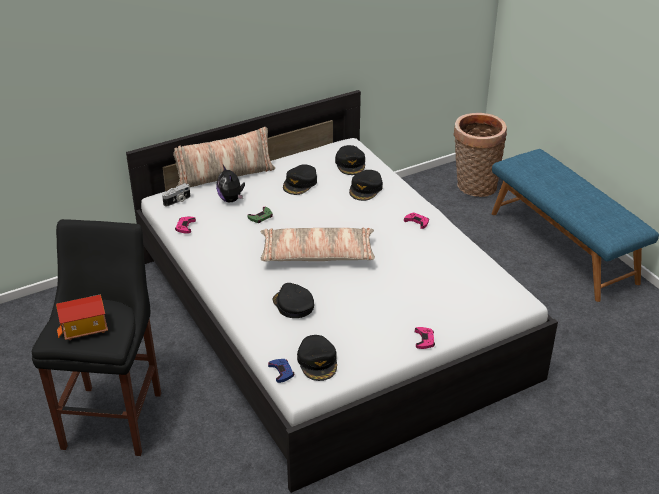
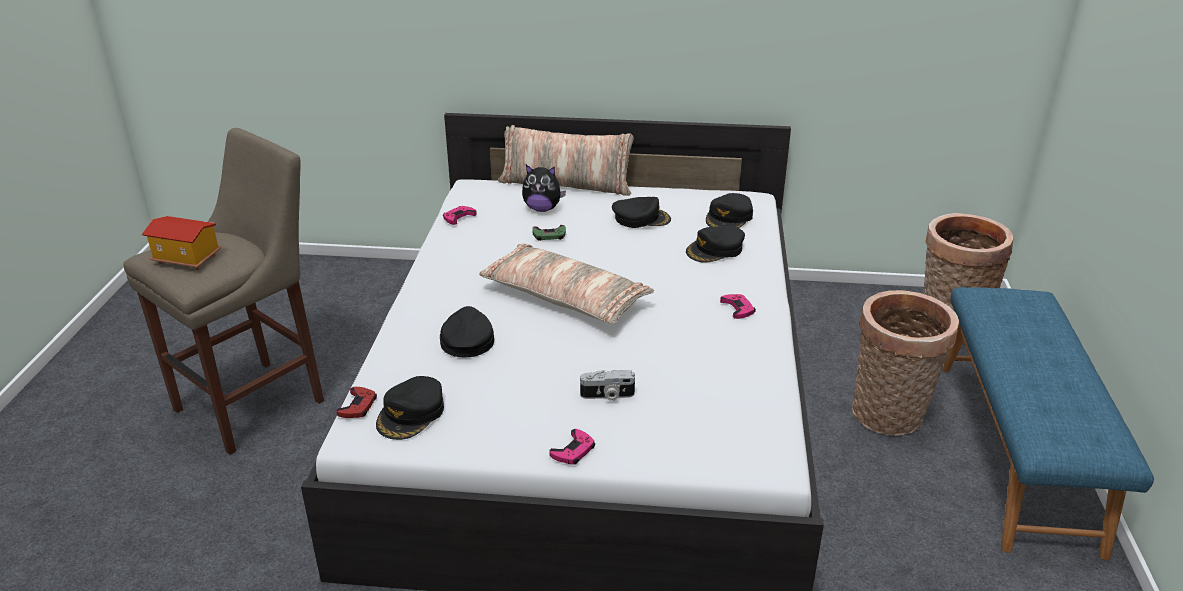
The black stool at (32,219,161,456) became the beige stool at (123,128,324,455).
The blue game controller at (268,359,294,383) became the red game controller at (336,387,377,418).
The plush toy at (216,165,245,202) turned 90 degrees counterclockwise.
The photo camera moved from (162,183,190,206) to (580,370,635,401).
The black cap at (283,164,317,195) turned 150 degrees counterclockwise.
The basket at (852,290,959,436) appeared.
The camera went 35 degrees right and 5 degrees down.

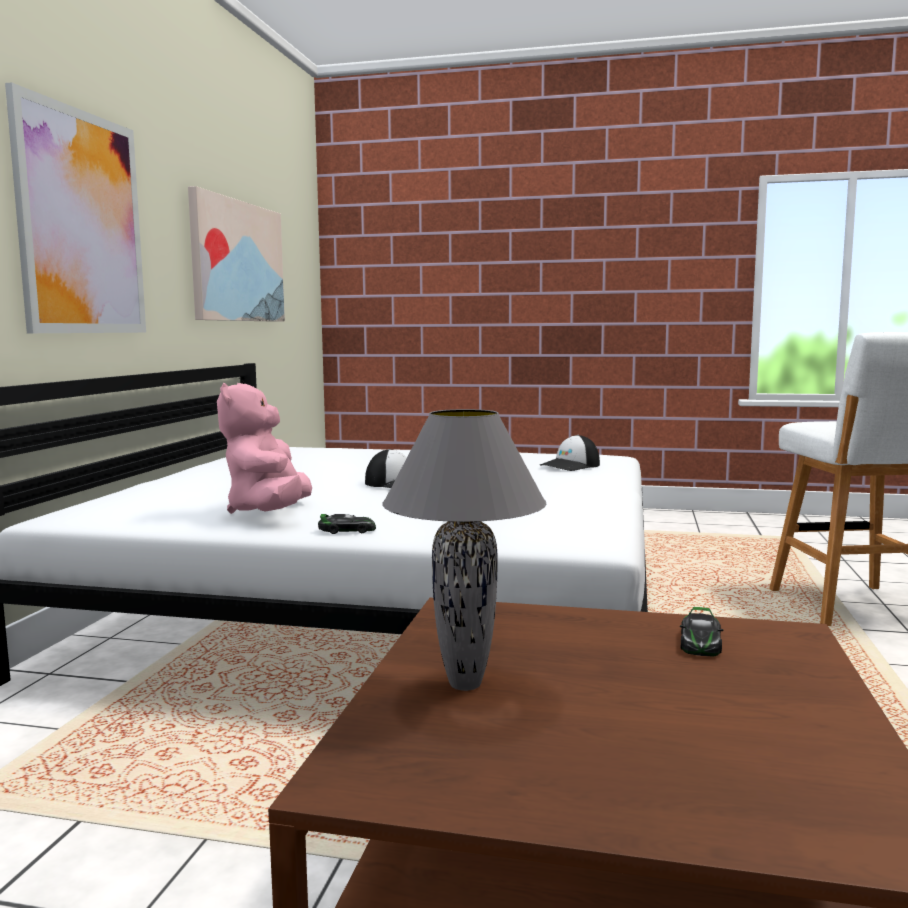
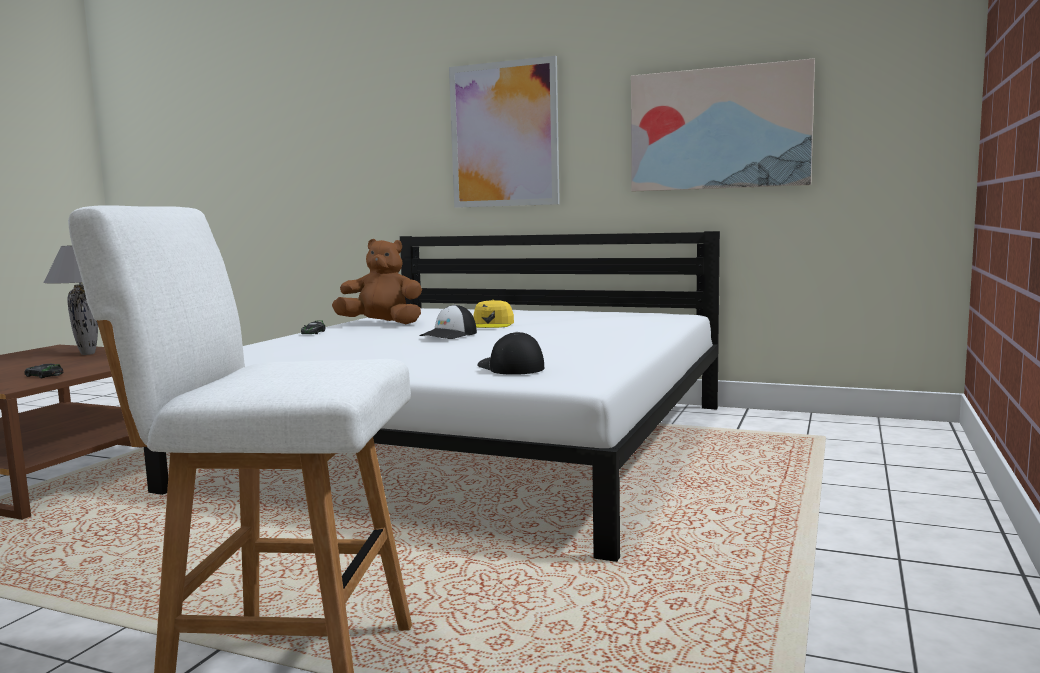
The pink plush toy at (217,383,312,514) became the brown plush toy at (332,239,422,324).
The yellow cap at (473,300,514,328) appeared.
The camera went 100 degrees right and 0 degrees up.

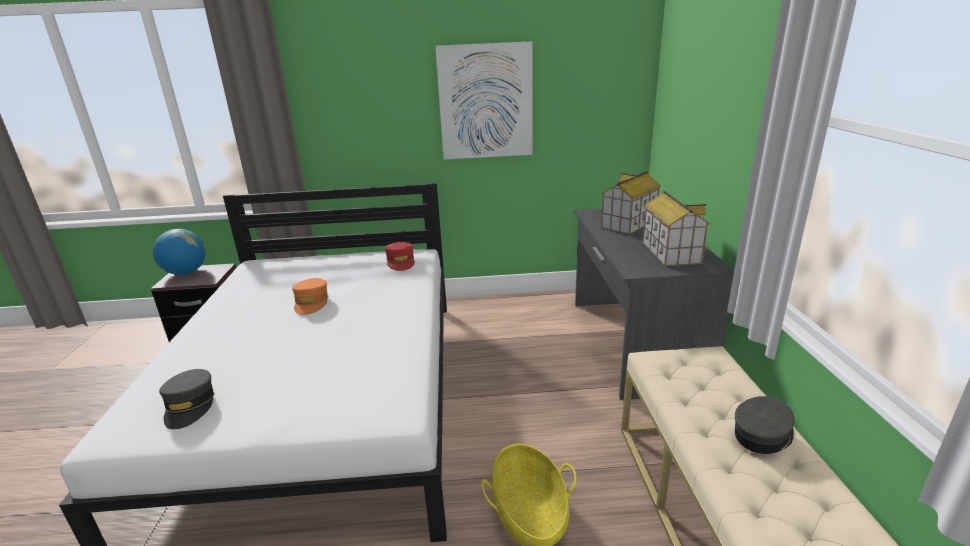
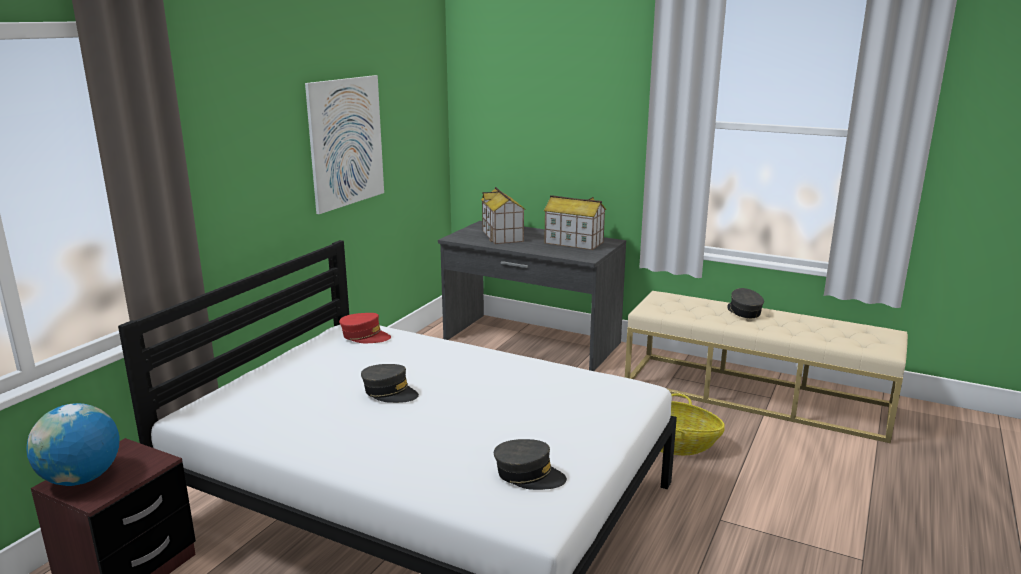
The orange cap at (292,278,328,315) became the grey cap at (361,364,419,403).
The camera went 60 degrees left and 5 degrees down.

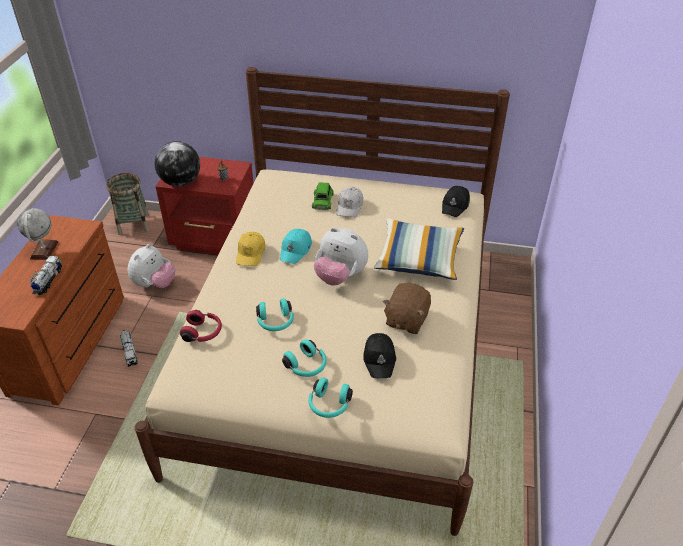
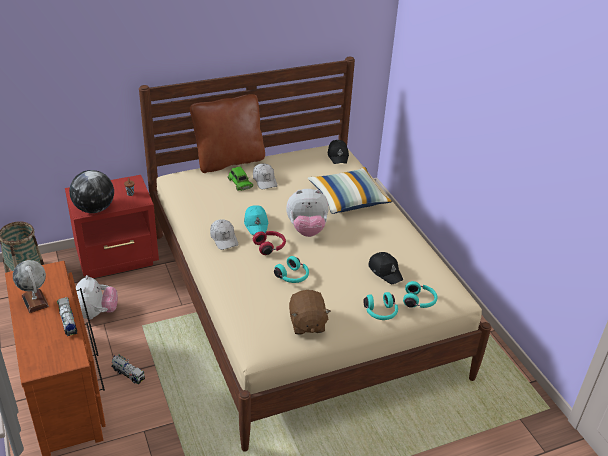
The brown pillow at (190,94,265,173) appeared.
The yellow cap at (236,232,265,266) became the white cap at (210,219,238,250).
The red headphones moved from (180,310,222,342) to (253,231,286,255).
The brown plush toy moved from (383,283,431,334) to (289,290,331,335).
The turquoise headphones moved from (282,339,327,377) to (403,281,437,308).
The camera went 35 degrees left and 5 degrees down.

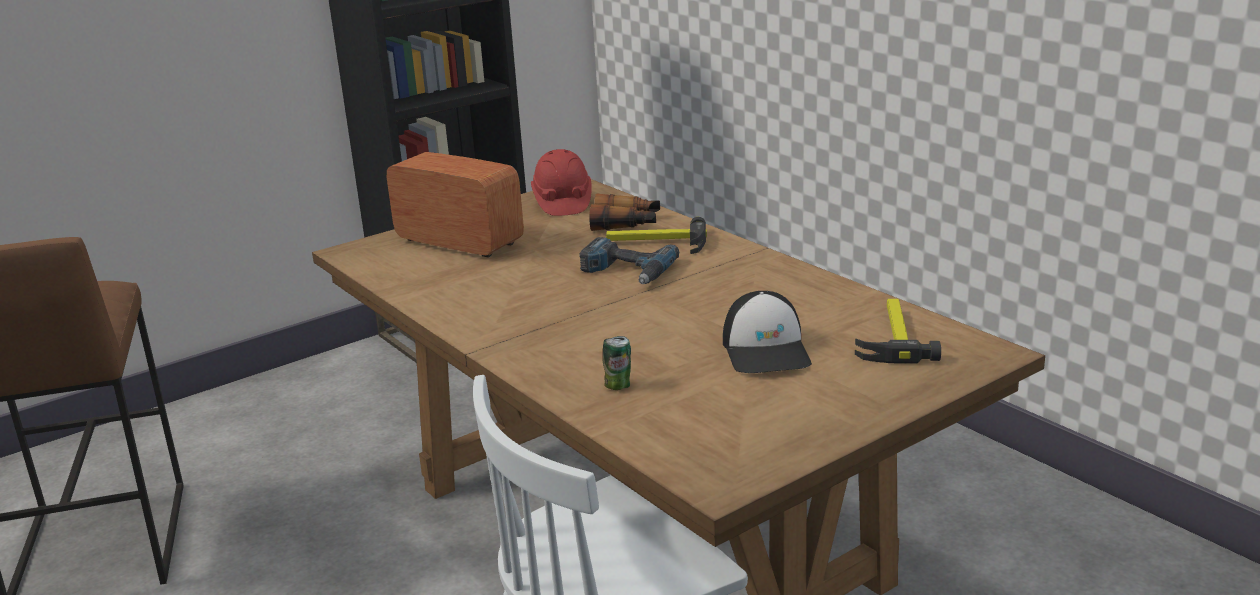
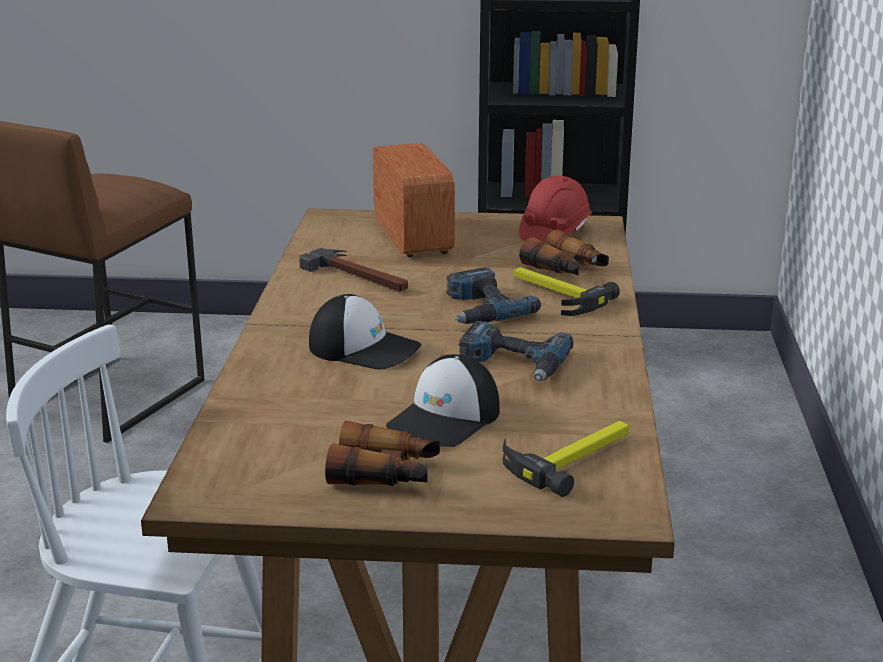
The hammer at (299,248,408,292) appeared.
The cap at (309,294,421,370) appeared.
The binoculars at (325,421,440,486) appeared.
The power drill at (459,321,573,382) appeared.
The can at (602,336,631,390) disappeared.
The camera went 40 degrees right and 0 degrees up.

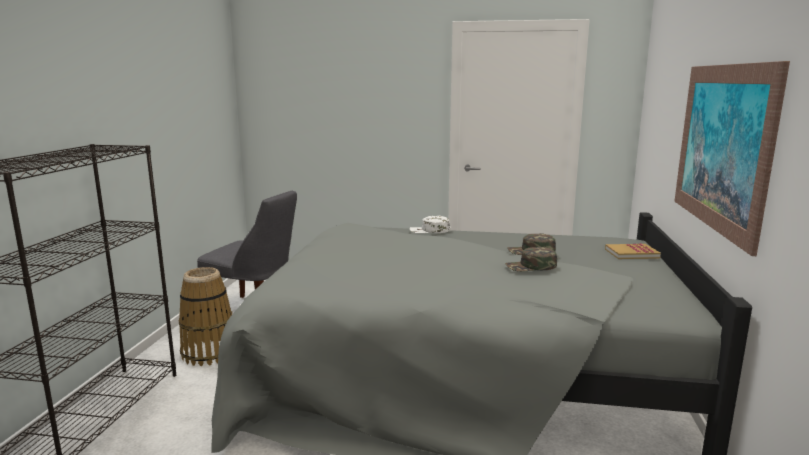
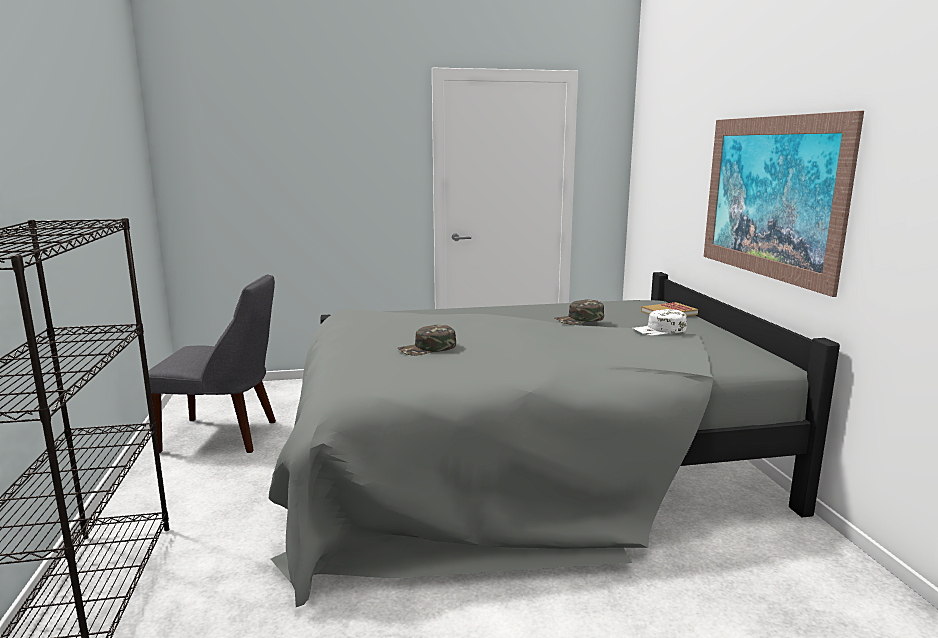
The green cap moved from (505,247,557,272) to (398,325,456,356).
The white cap moved from (410,216,450,233) to (633,309,687,336).
The basket at (179,267,232,366) disappeared.
The camera went 20 degrees left and 0 degrees up.

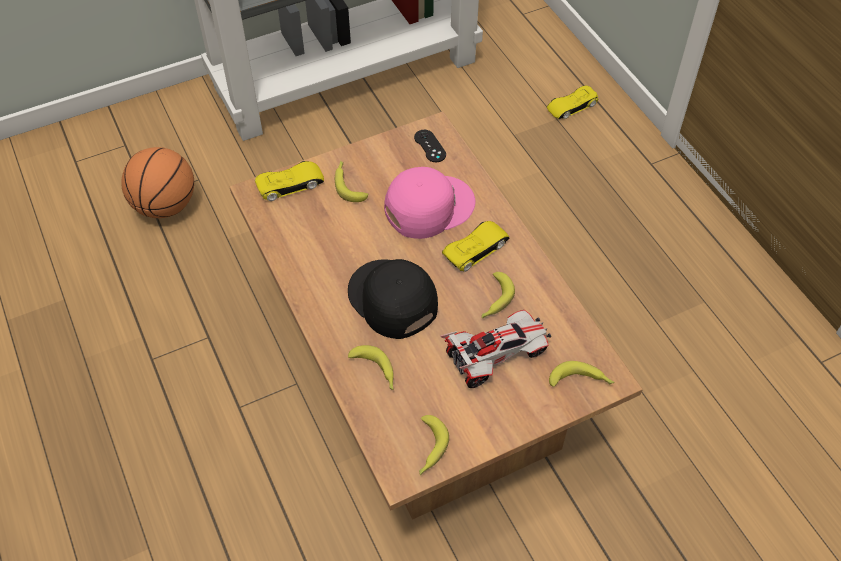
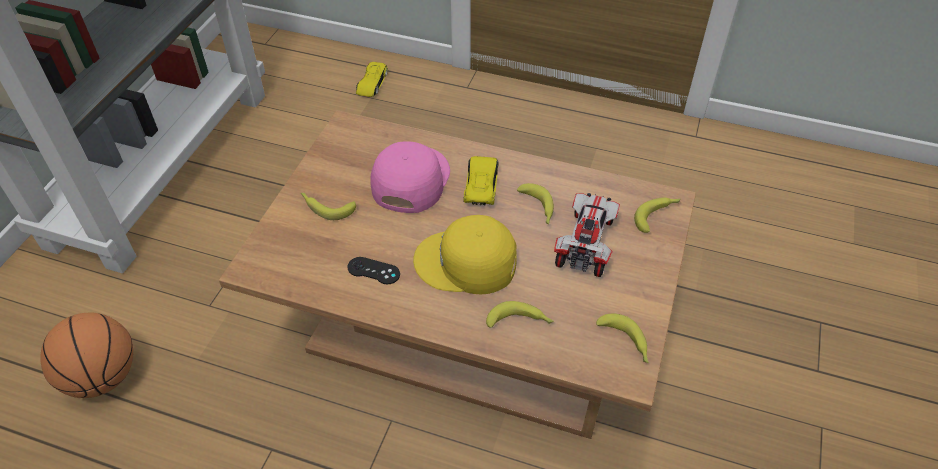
The black game controller moved from (414,130,446,162) to (347,257,400,284).
The black cap at (348,259,438,339) became the yellow cap at (413,215,517,294).
The yellow toy car at (255,161,324,201) disappeared.
The camera went 45 degrees left and 5 degrees down.

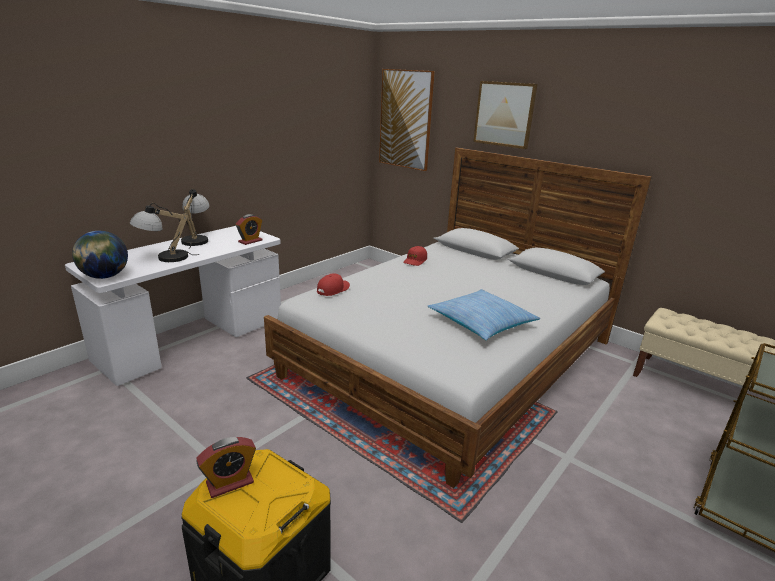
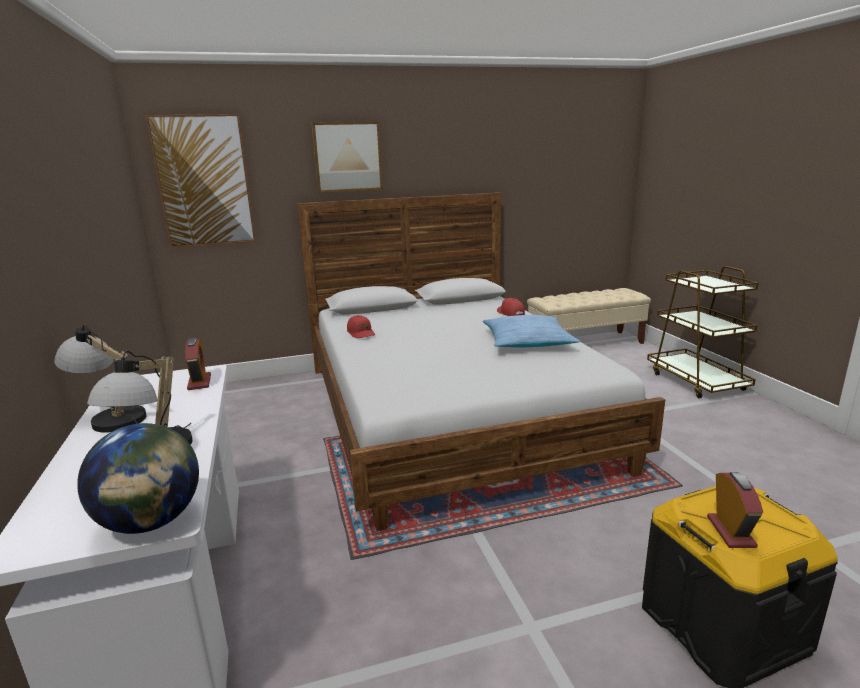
The red cap moved from (317,273,350,296) to (497,298,525,316).
The camera went 55 degrees left and 5 degrees down.

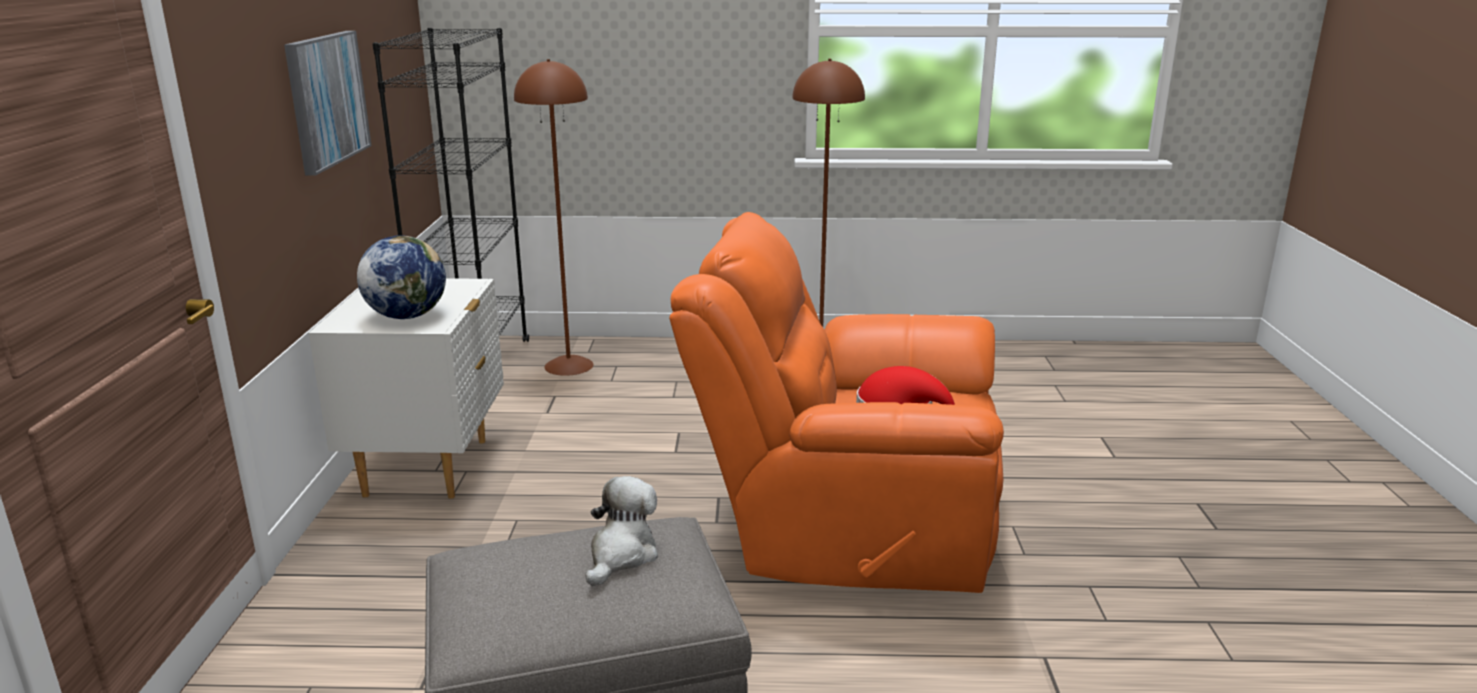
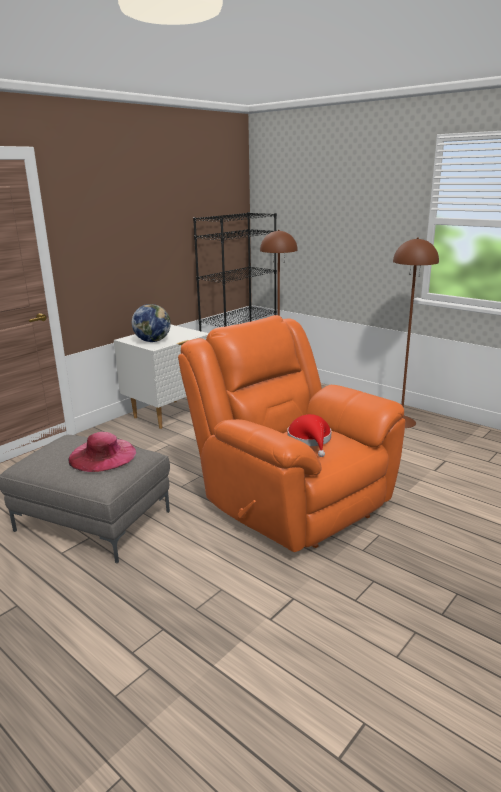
The plush toy at (586,476,658,586) was replaced by the pink hat at (68,432,136,472).
The picture at (284,31,372,176) disappeared.
The camera went 40 degrees right and 0 degrees up.

